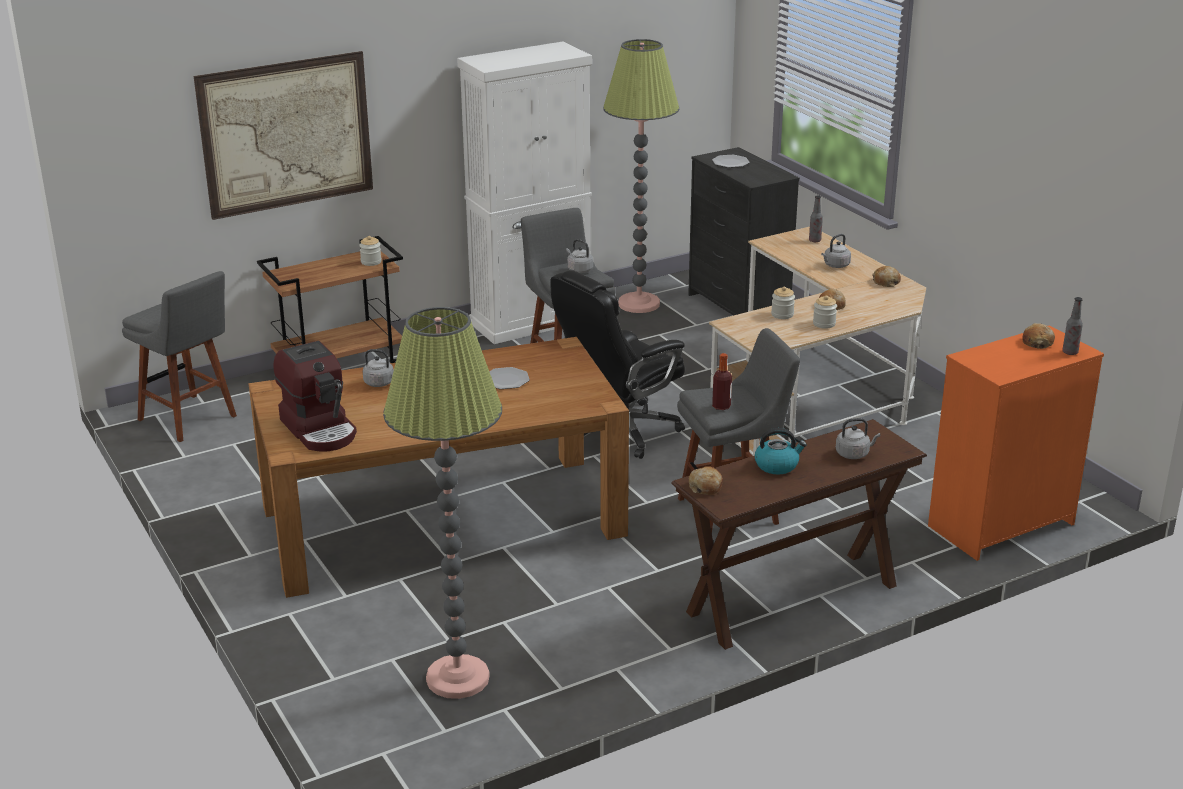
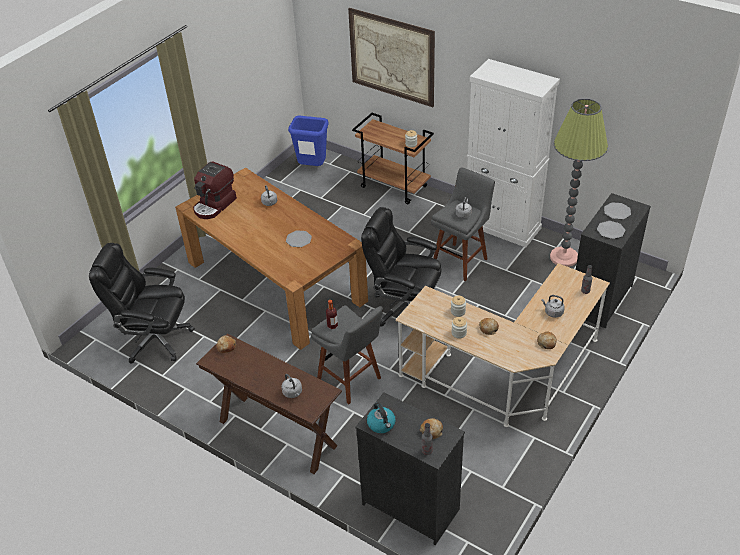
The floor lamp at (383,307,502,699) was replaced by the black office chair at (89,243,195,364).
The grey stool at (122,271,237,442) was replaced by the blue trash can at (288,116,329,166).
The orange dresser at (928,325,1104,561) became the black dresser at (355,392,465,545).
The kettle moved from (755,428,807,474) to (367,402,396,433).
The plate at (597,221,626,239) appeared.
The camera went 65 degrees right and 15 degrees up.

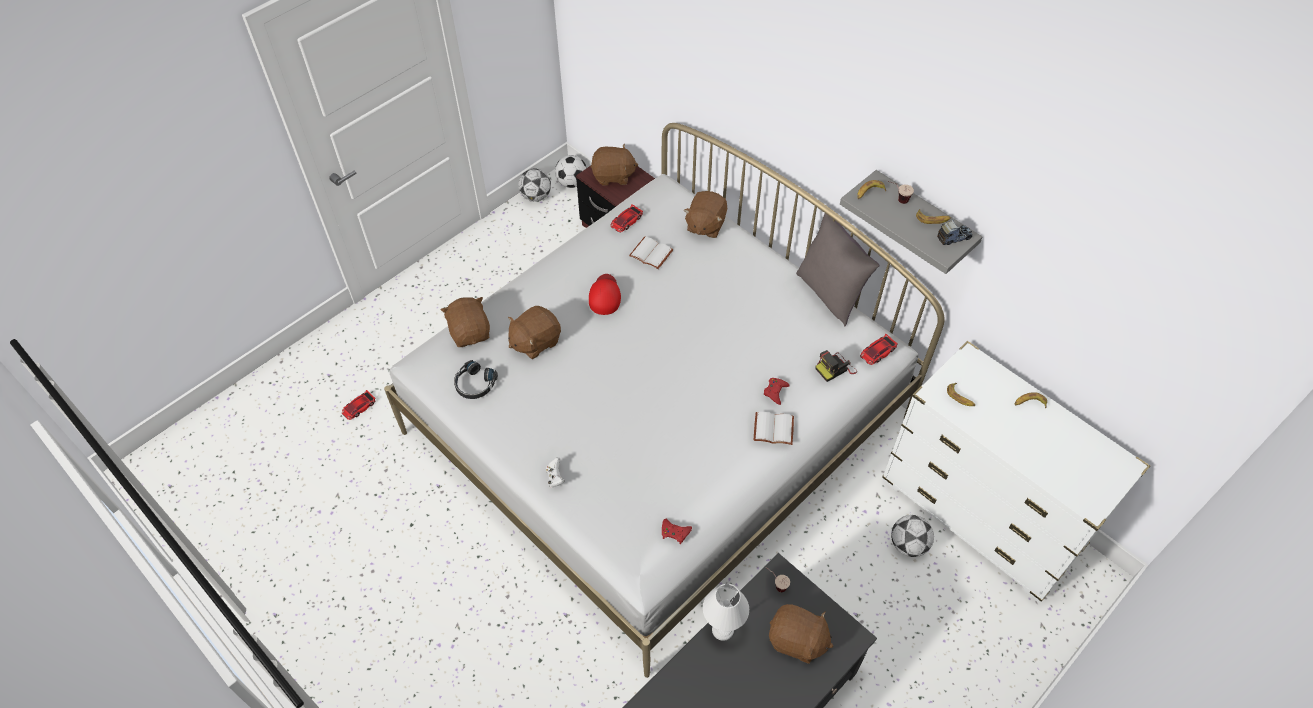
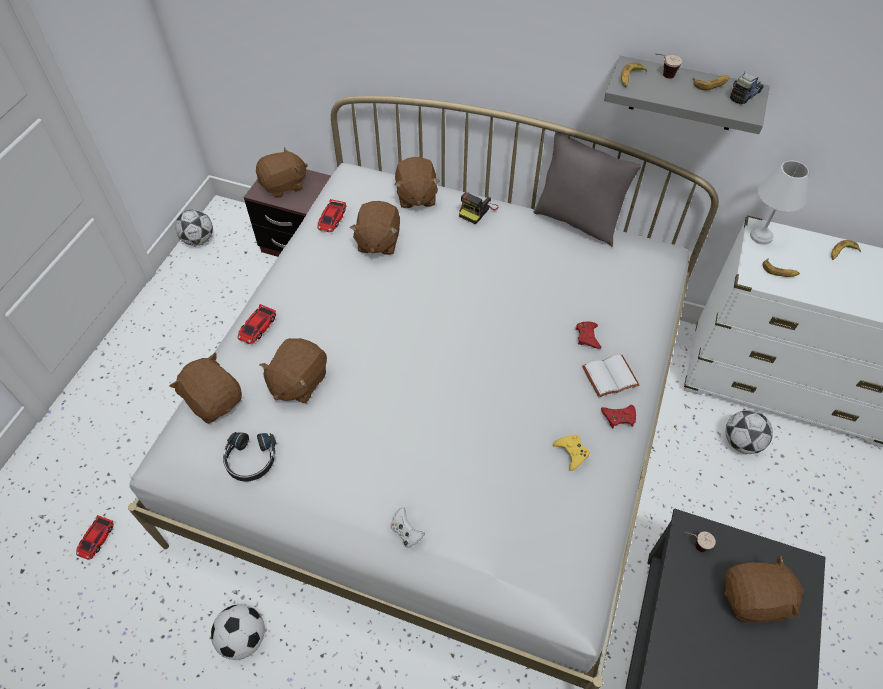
The football moved from (555,155,587,188) to (211,604,265,660).
The toy car moved from (860,334,898,365) to (238,304,276,344).
The white book at (629,237,674,269) was replaced by the brown plush toy at (350,201,400,255).
The photo camera moved from (815,350,857,382) to (459,192,499,224).
The yellow game controller at (553,435,590,471) appeared.
The red game controller moved from (662,519,692,544) to (601,405,636,429).
The white table lamp moved from (703,584,749,641) to (750,161,809,245).
The red cap at (589,274,621,315) disappeared.
The camera went 25 degrees left and 0 degrees up.

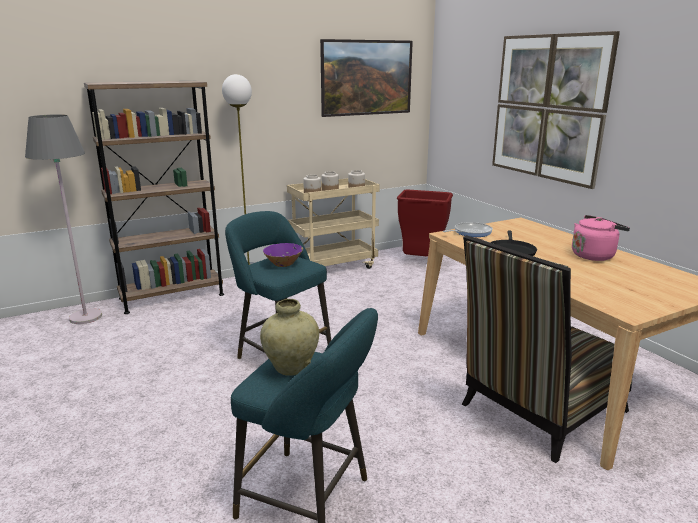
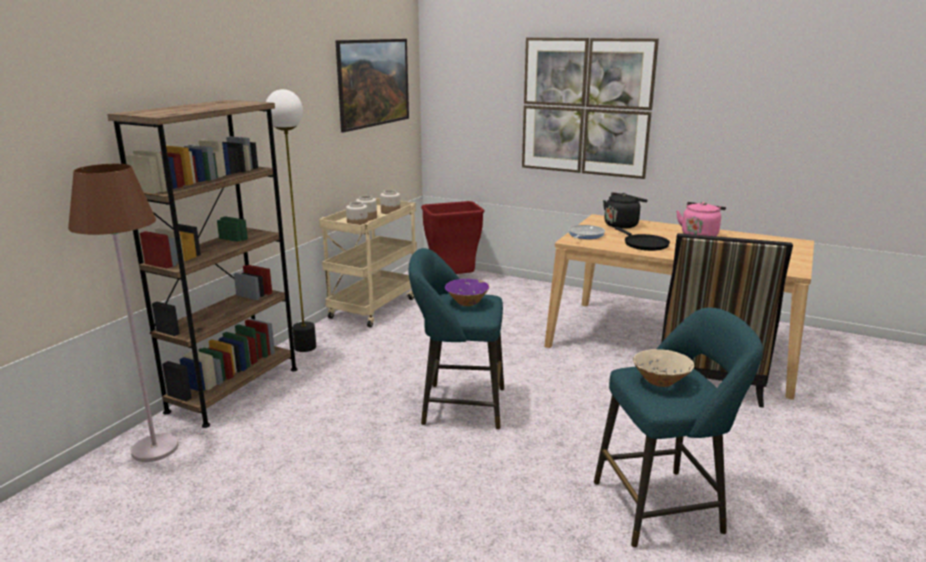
The grey floor lamp at (25,114,102,324) became the brown floor lamp at (68,164,178,462).
The black kettle at (603,192,648,229) appeared.
The beige vase at (260,299,319,376) was replaced by the beige bowl at (633,349,694,387).
The camera went 35 degrees left and 0 degrees up.

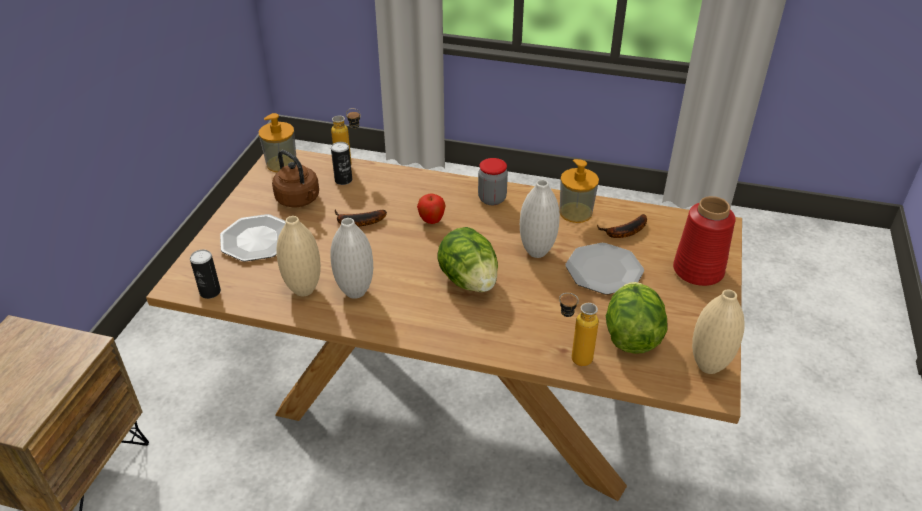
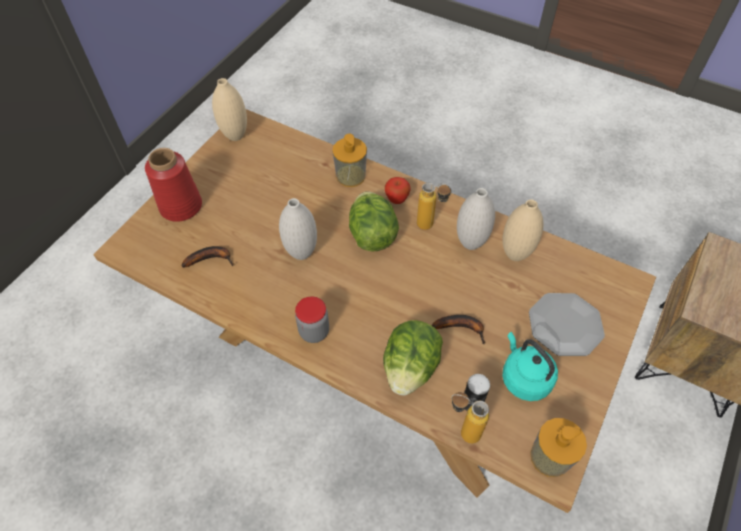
The soap dispenser moved from (560,159,599,223) to (332,134,367,187).
The lettuce moved from (606,282,668,354) to (383,320,443,396).
The apple moved from (417,193,446,224) to (385,177,410,204).
The bottle moved from (559,292,599,366) to (417,183,452,230).
The brown kettle at (272,150,319,207) became the turquoise kettle at (502,332,558,401).
The can at (190,250,221,299) disappeared.
The plate at (566,243,644,294) disappeared.
The camera went 165 degrees left and 15 degrees up.

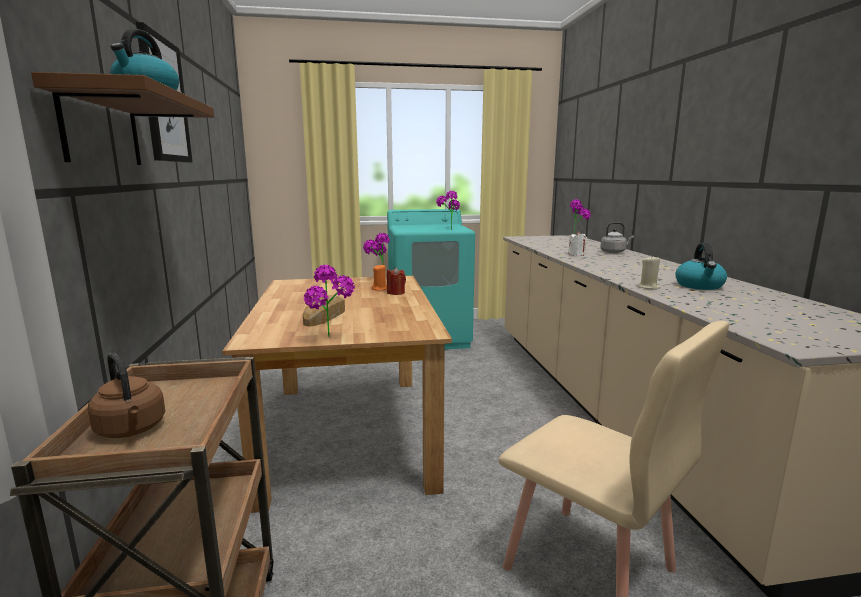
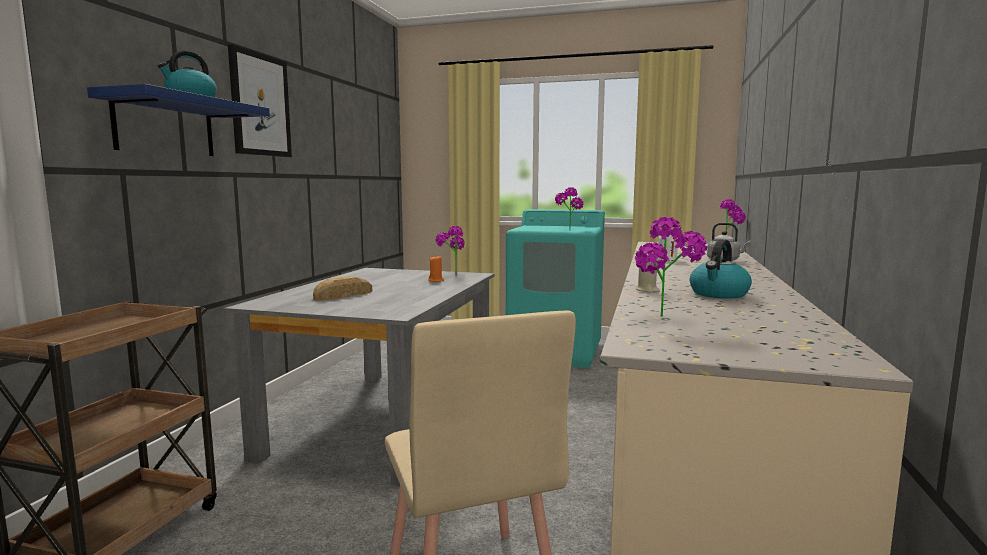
The brown shelf at (31,72,214,165) became the blue shelf at (87,84,270,156).
The brown dining table at (222,276,452,513) became the grey dining table at (224,268,494,486).
The potted plant moved from (304,265,355,337) to (635,217,707,316).
The brown kettle at (88,352,165,438) disappeared.
The red candle at (387,267,406,295) disappeared.
The camera went 25 degrees right and 5 degrees down.

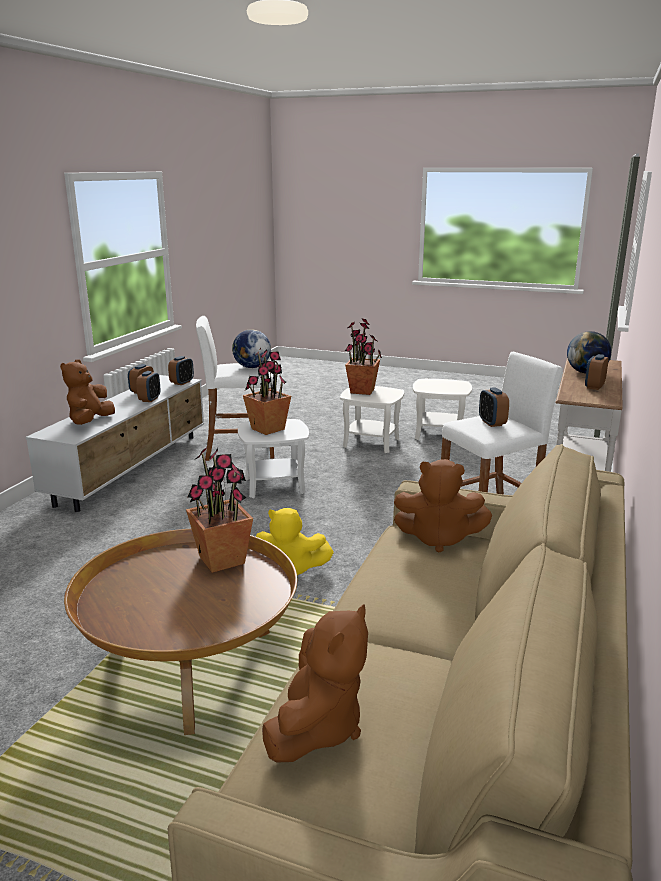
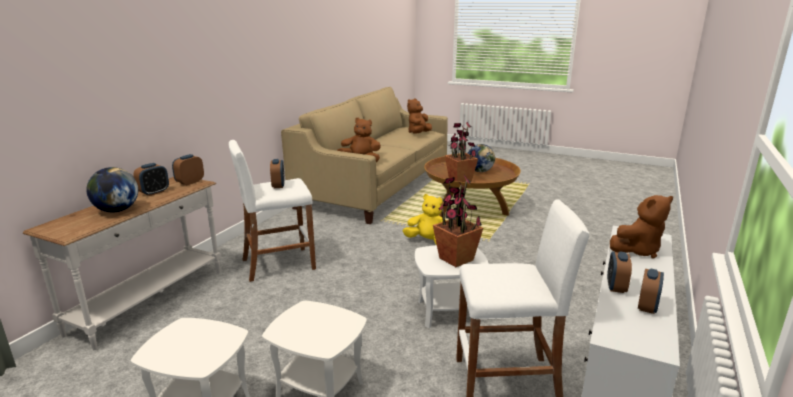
The alarm clock moved from (168,356,194,385) to (172,154,204,185).
The globe moved from (232,329,271,368) to (467,144,495,172).
The brown plush toy at (60,359,115,425) turned 45 degrees clockwise.
The potted plant at (345,318,382,395) disappeared.
The camera went 175 degrees left and 0 degrees up.

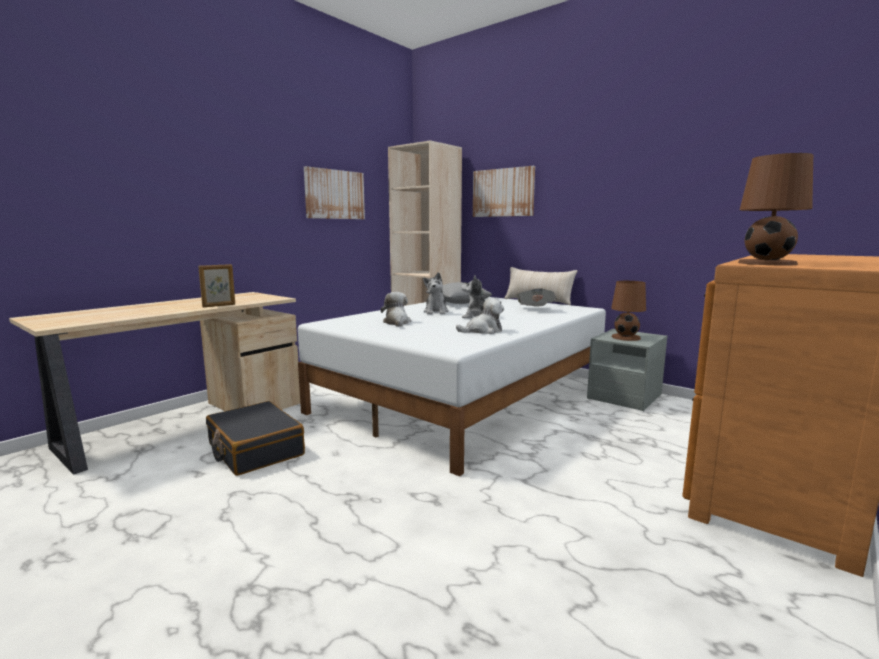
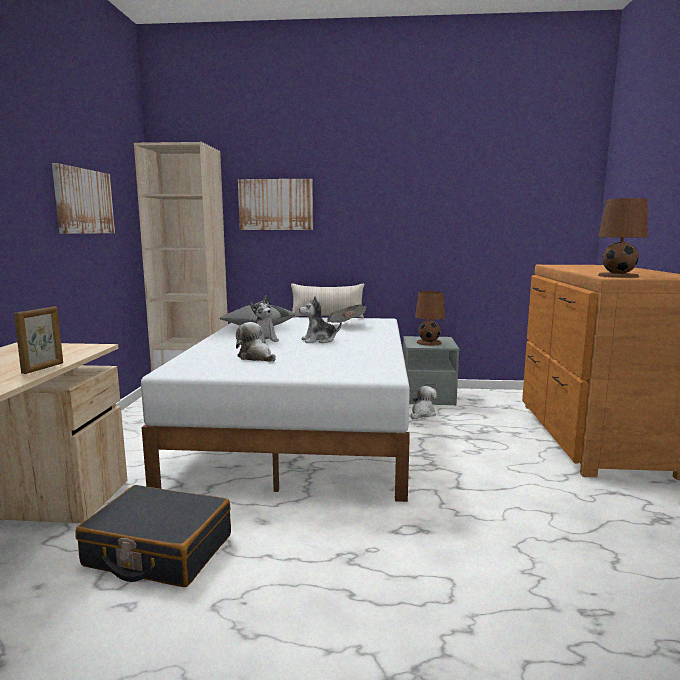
The plush toy moved from (456,298,504,334) to (410,386,437,419).
The camera went 35 degrees left and 0 degrees up.

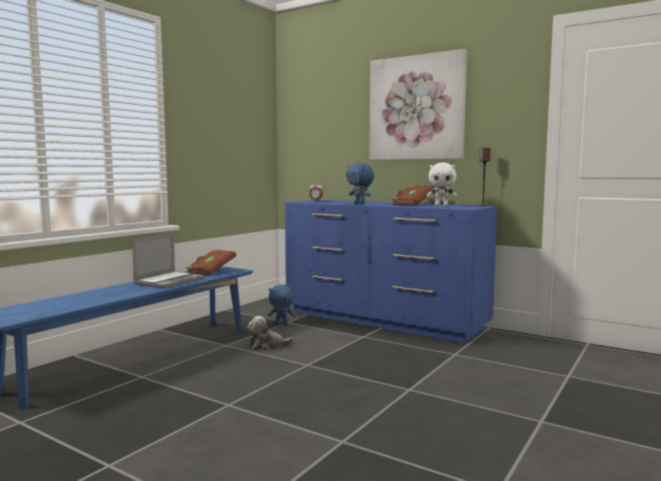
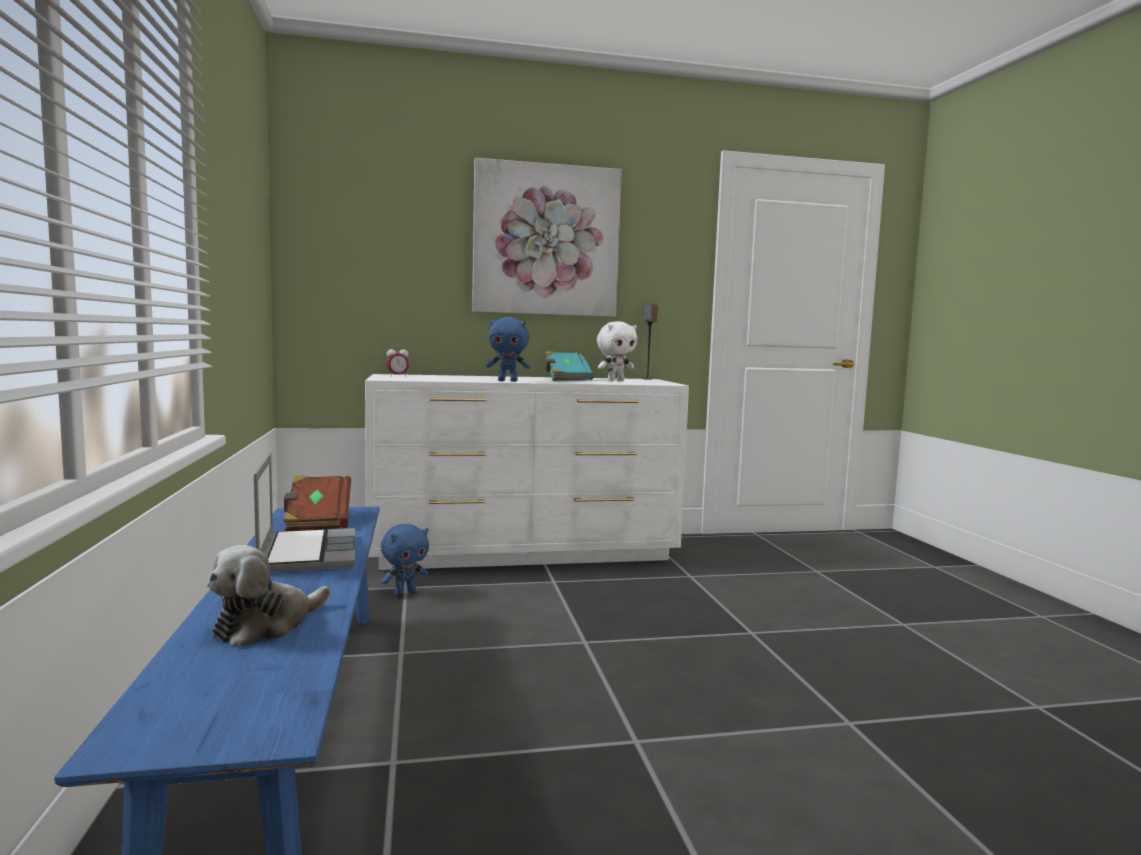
The plush toy moved from (247,316,294,350) to (207,545,330,647).
The blue dresser at (285,200,497,343) became the white dresser at (365,374,689,570).
The brown book at (392,185,435,205) became the turquoise book at (545,351,594,381).
The camera went 45 degrees left and 0 degrees up.

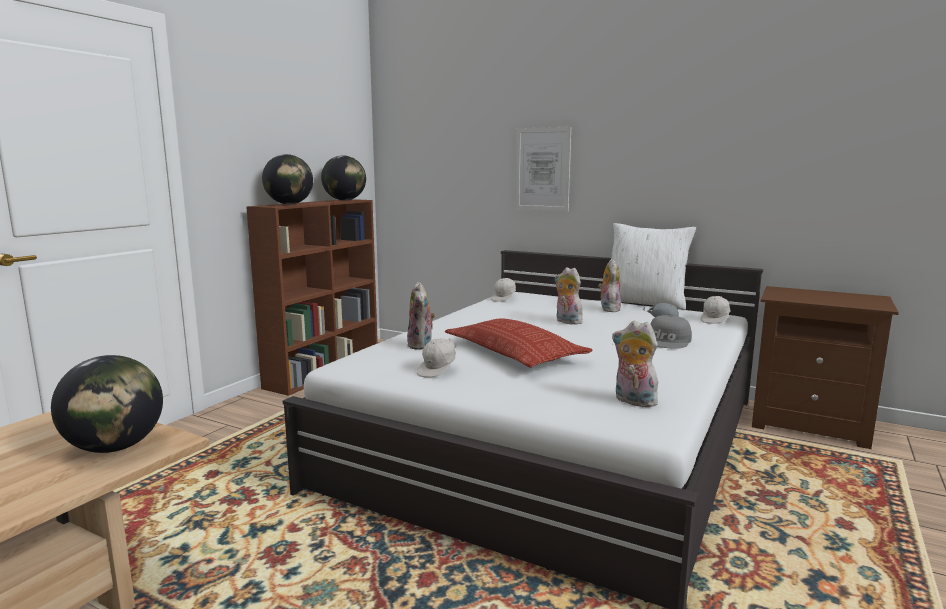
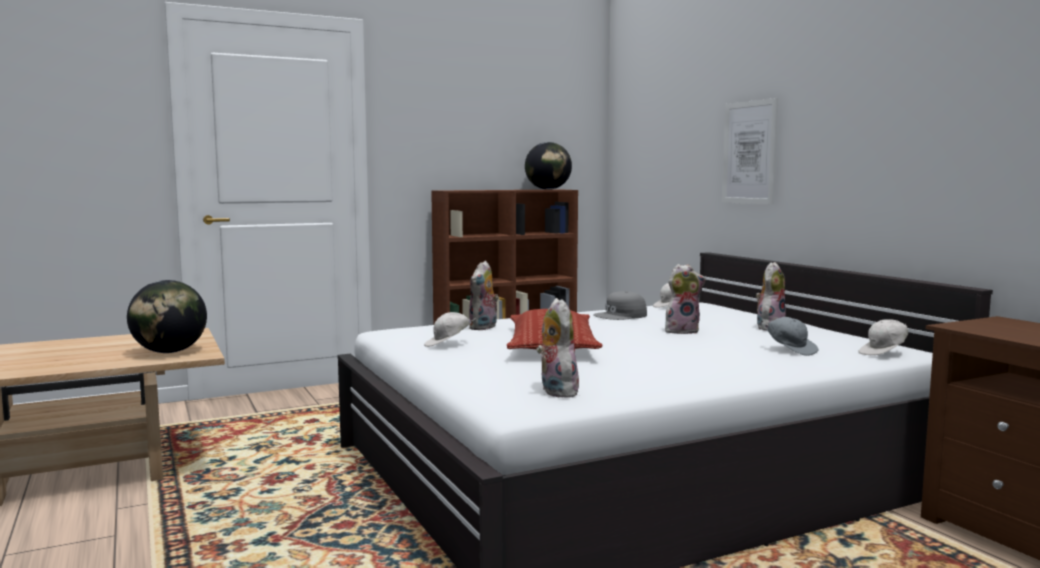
The grey cap moved from (650,315,692,349) to (593,291,647,320).
The plush toy at (555,267,582,325) turned 90 degrees clockwise.
The globe at (262,154,313,204) disappeared.
The white pillow at (611,223,696,310) disappeared.
The camera went 35 degrees right and 5 degrees down.

